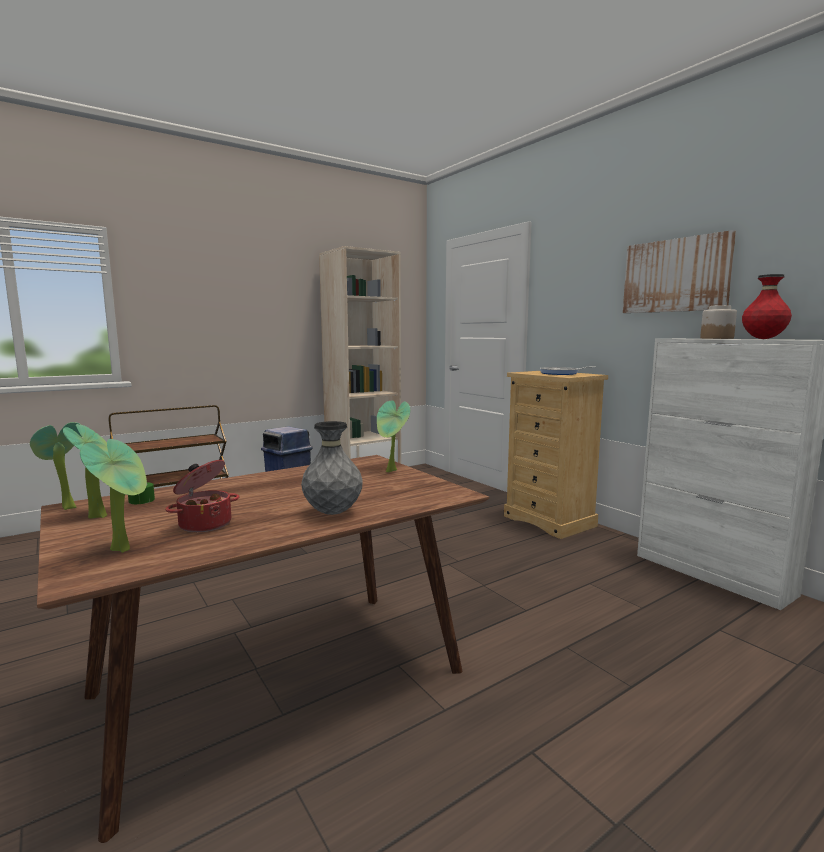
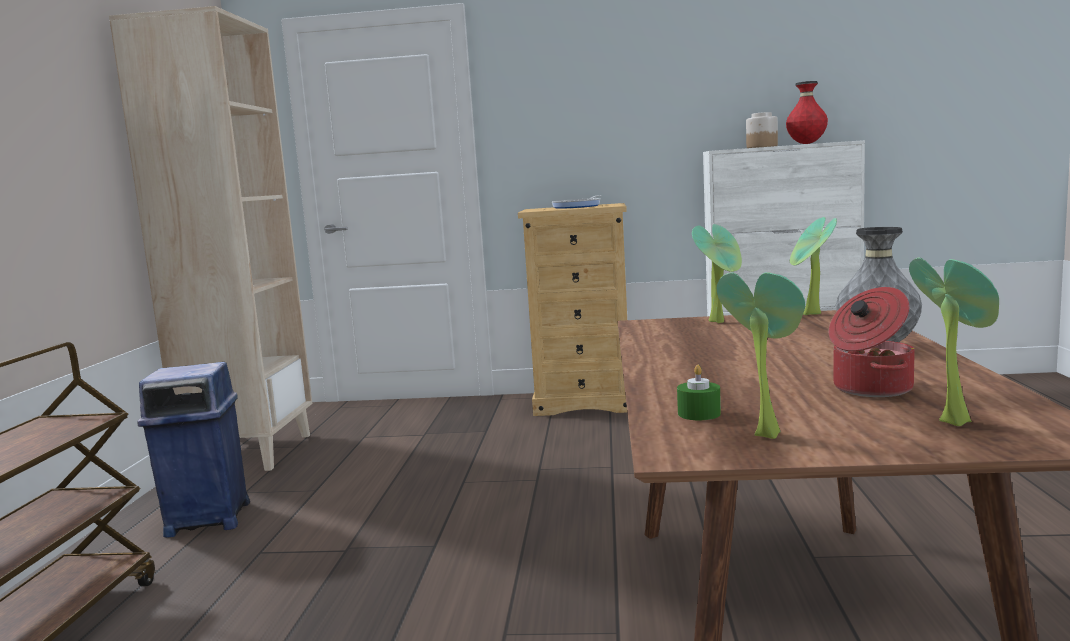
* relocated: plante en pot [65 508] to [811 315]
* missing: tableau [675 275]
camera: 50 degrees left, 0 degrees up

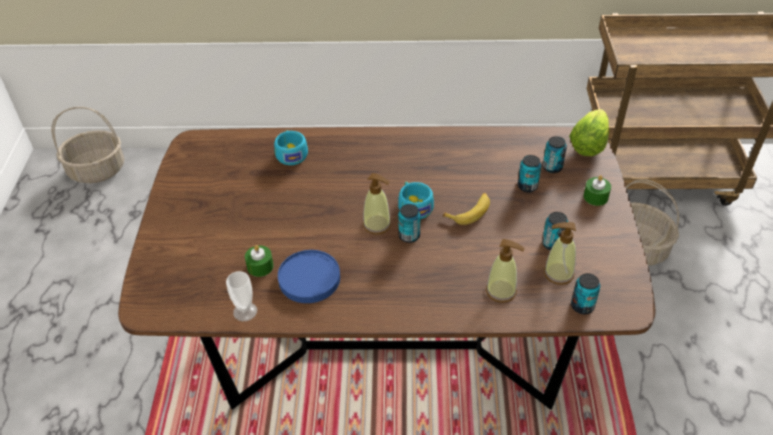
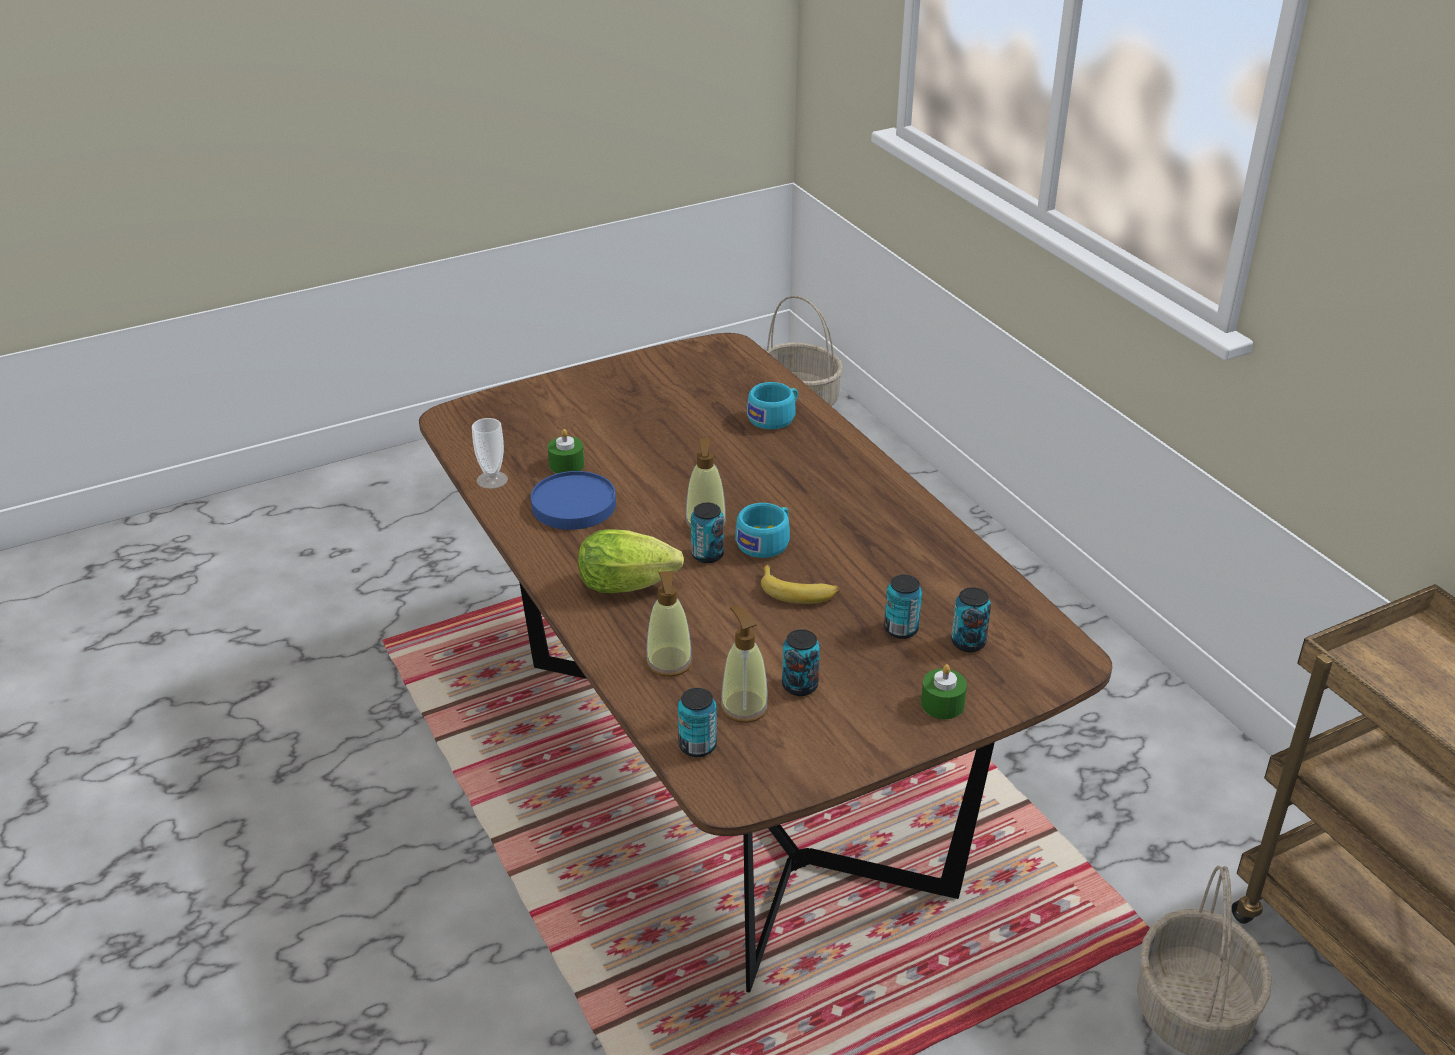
* relocated: laitue [589 143] to [632 585]
camera: 60 degrees right, 10 degrees down

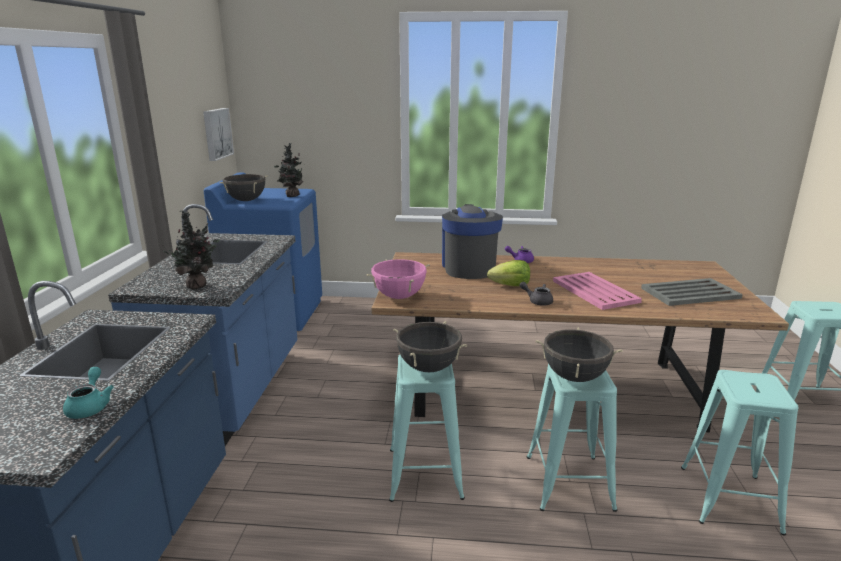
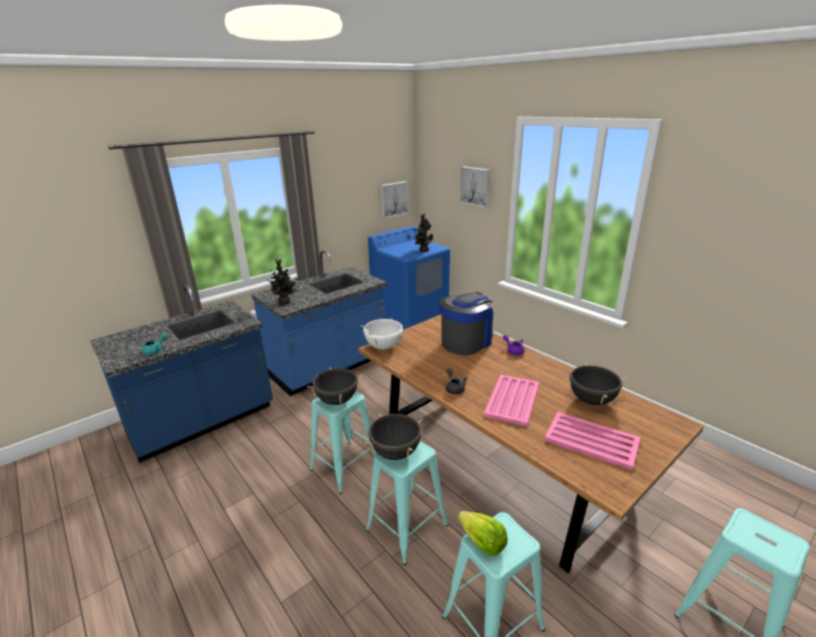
* relocated: marmite (noir) [246 200] to [591 400]
* colour: marmite (rose) [399 297] to marmite (blanc) [384 347]
* relocated: laitue [510 286] to [482 543]
* colour: plateau (gris) [689 293] to plateau (rose) [590 440]
* appeared: tableau [475 186]
camera: 45 degrees right, 5 degrees up

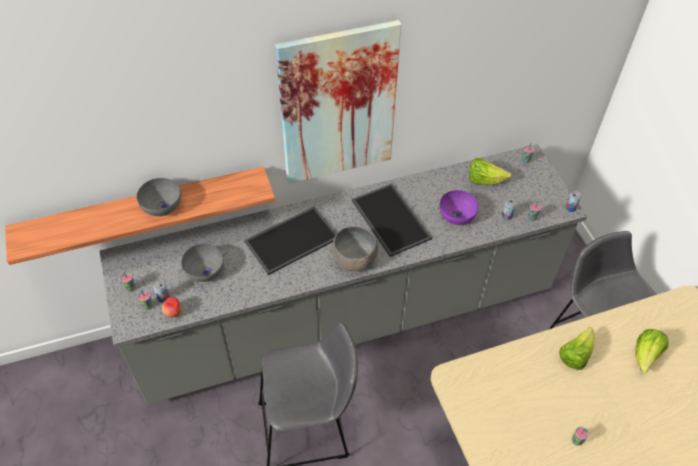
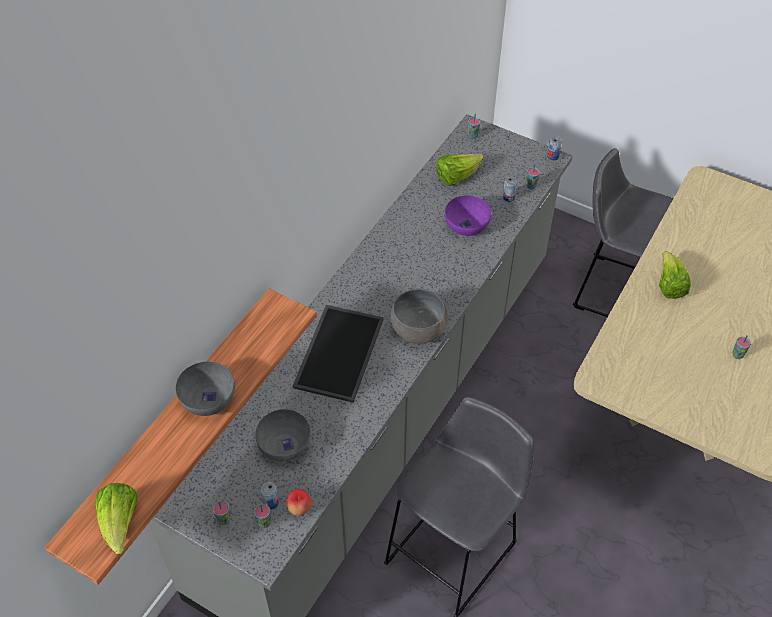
* missing: tableau [338 106]
* missing: plateau [389 219]
* relocated: laitue [645 356] to [120 524]
camera: 40 degrees left, 0 degrees up

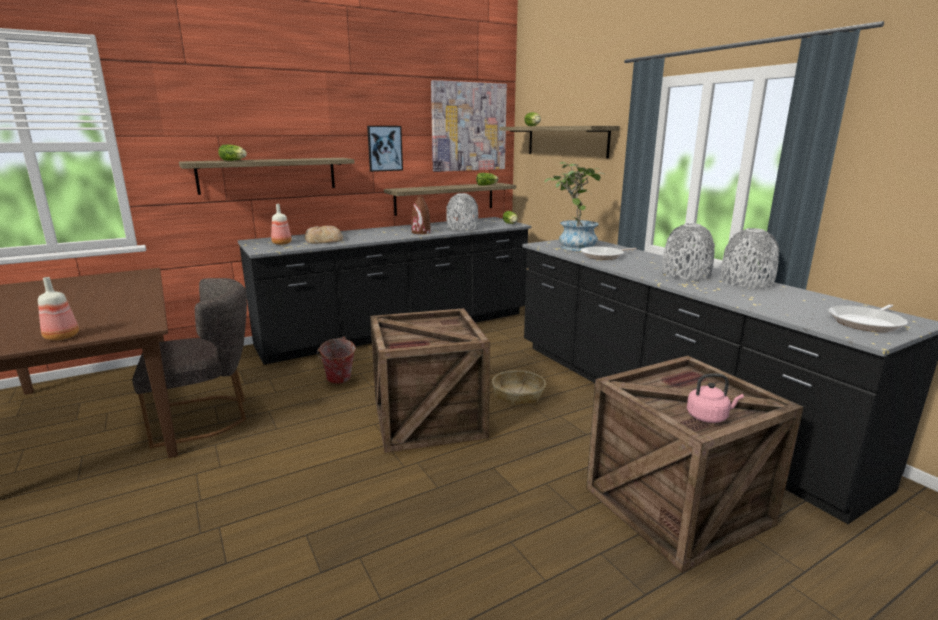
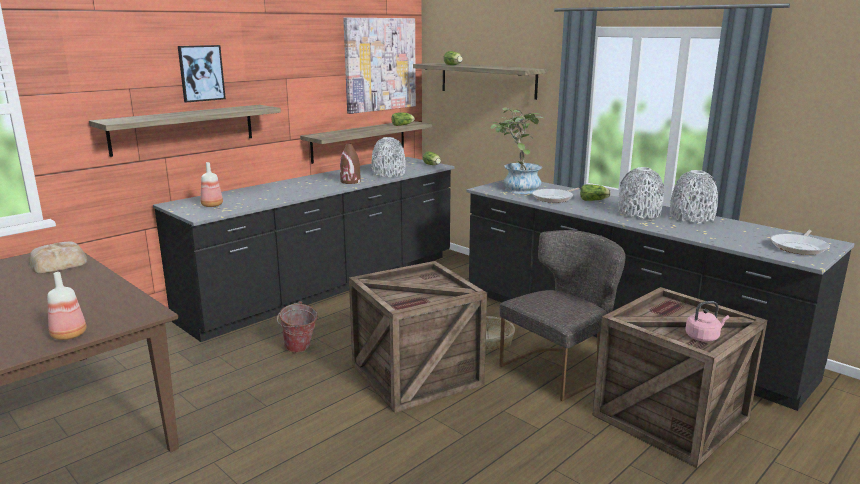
* relocated: chaise (gris) [206 417] to [560 368]
* relocated: laitue [234 160] to [594 200]
* relocated: pain [324 239] to [59 263]
* relocated: tableau [384 148] to [201 73]
camera: 15 degrees left, 0 degrees up

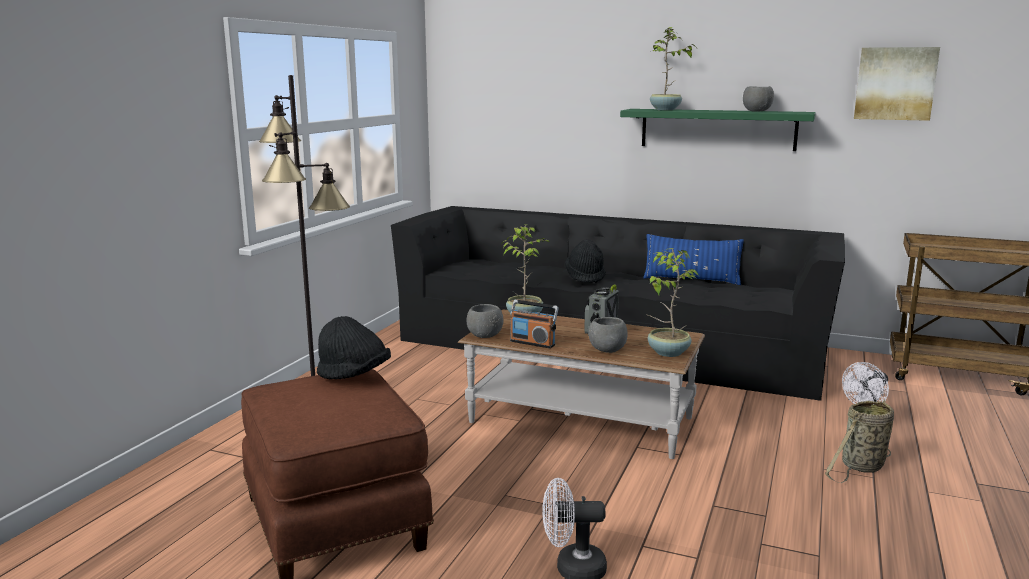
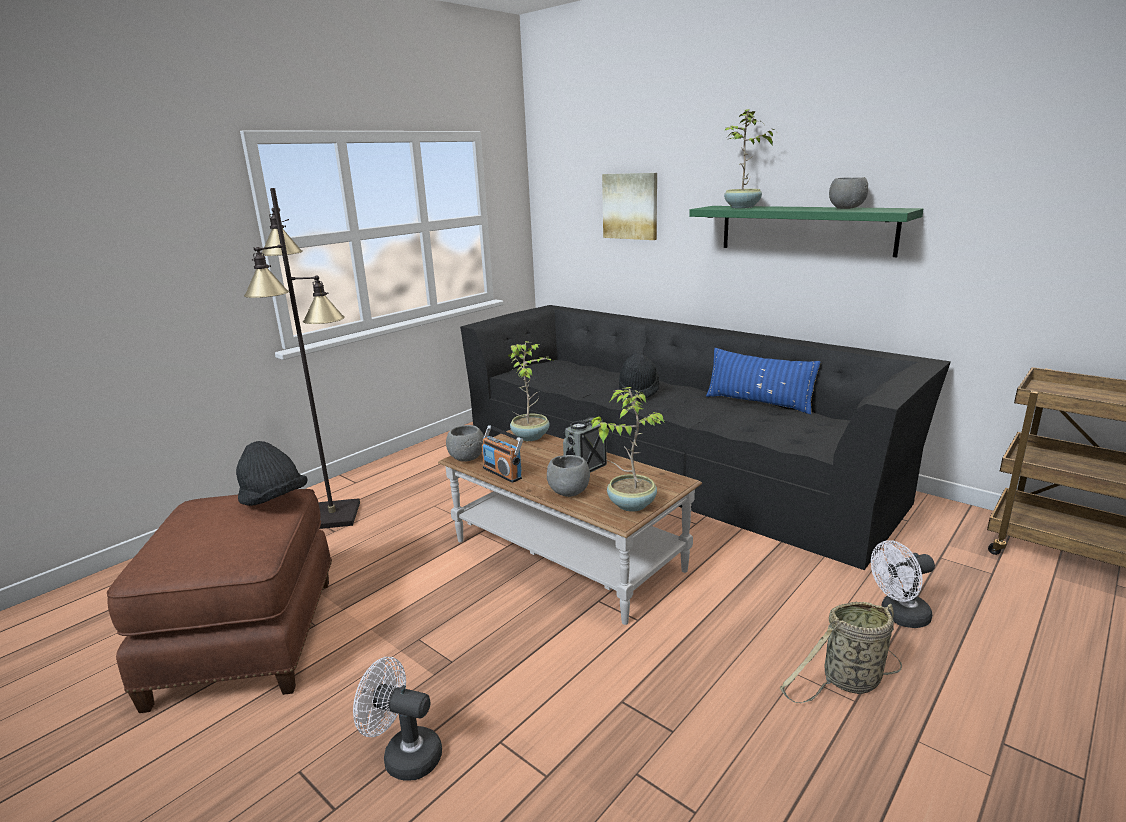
* relocated: tableau [895 83] to [630 206]
camera: 20 degrees right, 5 degrees up

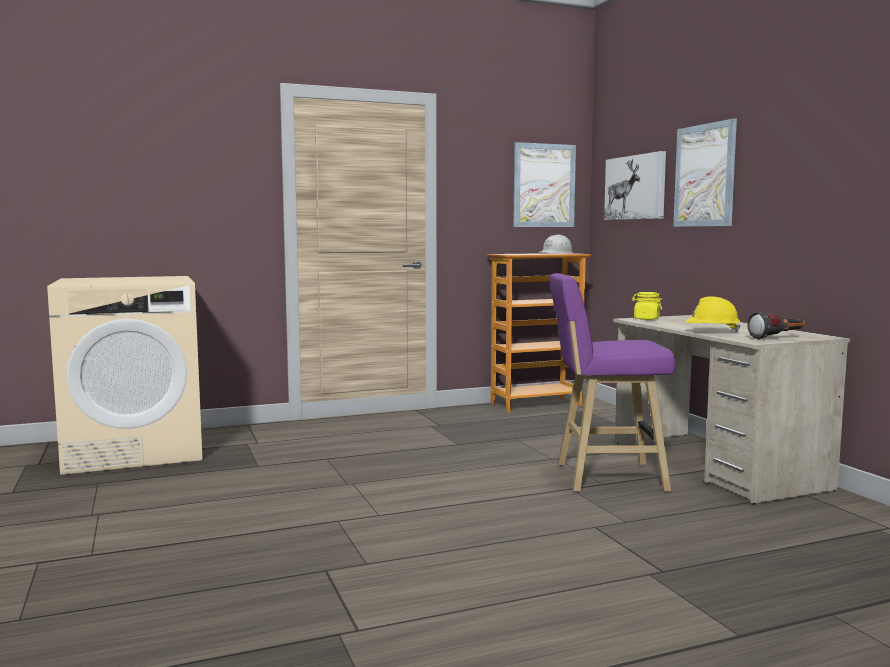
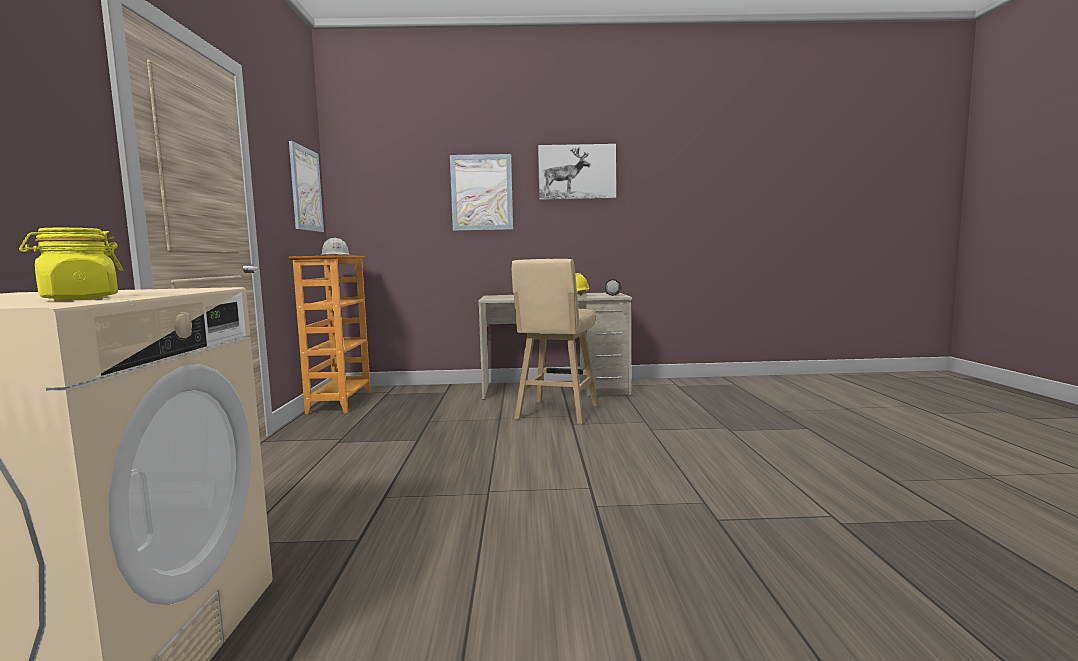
* colour: tabouret (violet) [604 477] to tabouret (beige) [556 413]
* relocated: tableau [635 187] to [577 172]
* relocated: bocal (jaune) [646 319] to [78 298]
camera: 70 degrees left, 0 degrees up

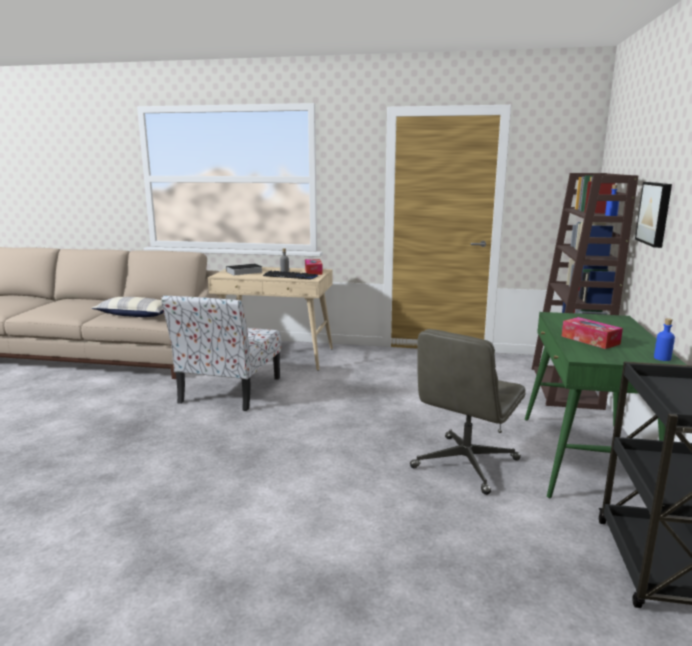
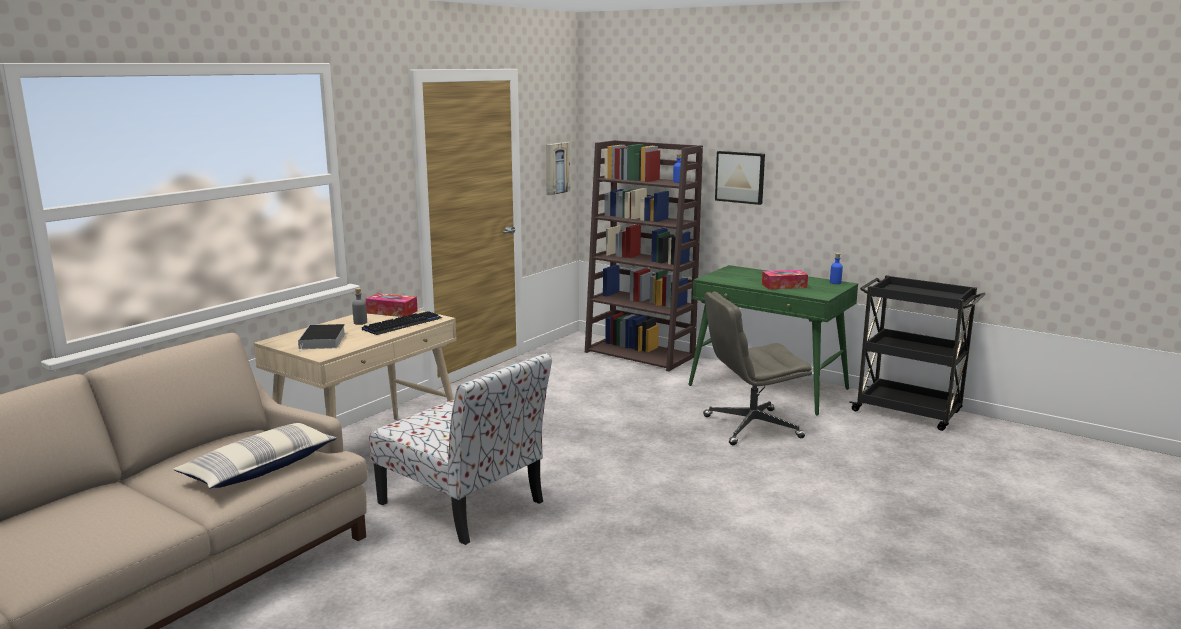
* spun: chaise de bureau (gris) [465 464] = [751 427] 105 degrees clockwise
* appeared: tableau [556 168]
camera: 65 degrees left, 0 degrees up

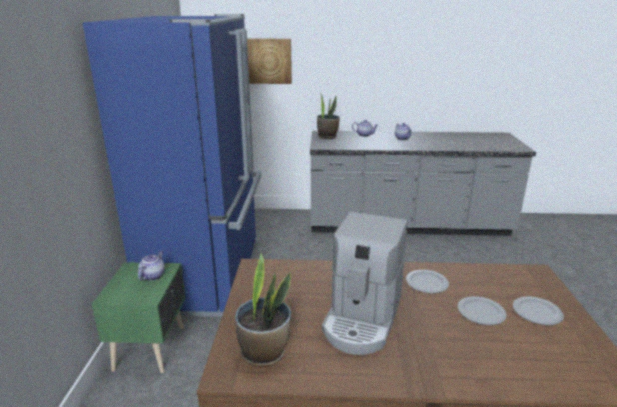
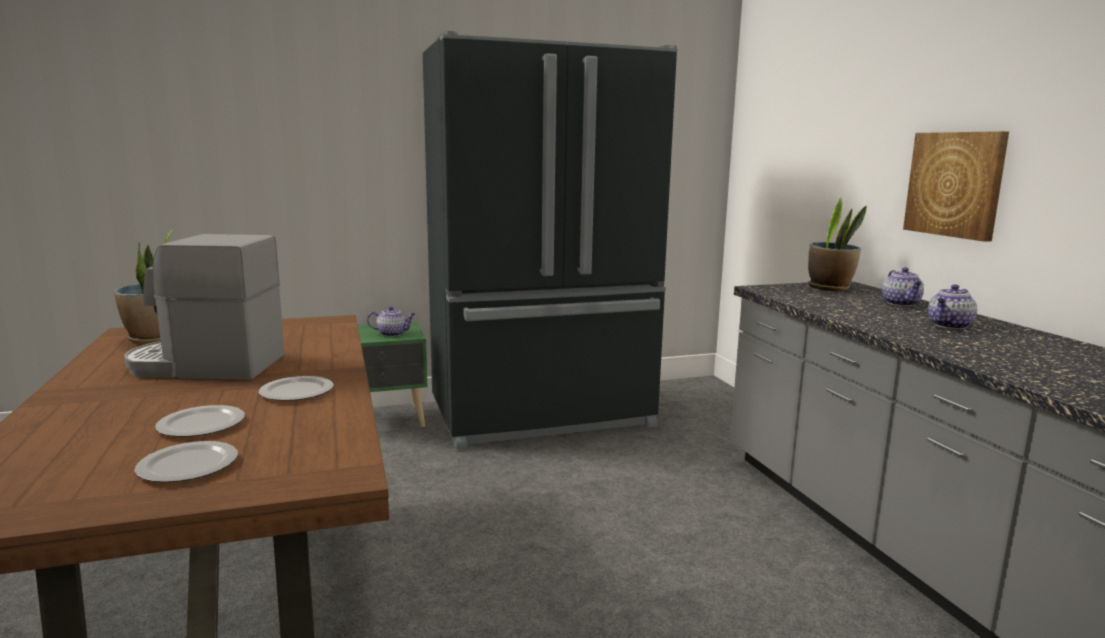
* colour: réfrigérateur (bleu) [209 274] to réfrigérateur (noir) [543 415]
* relocated: tableau [269 61] to [955 184]
camera: 70 degrees right, 10 degrees down

